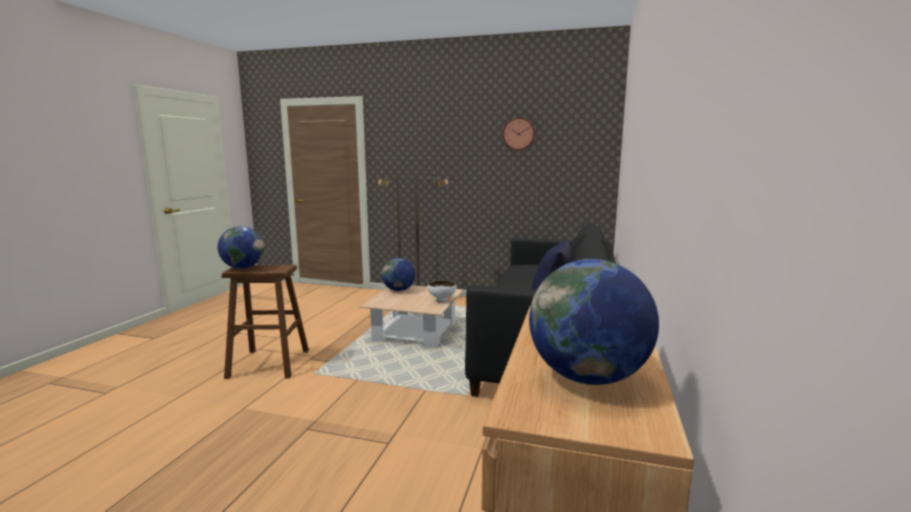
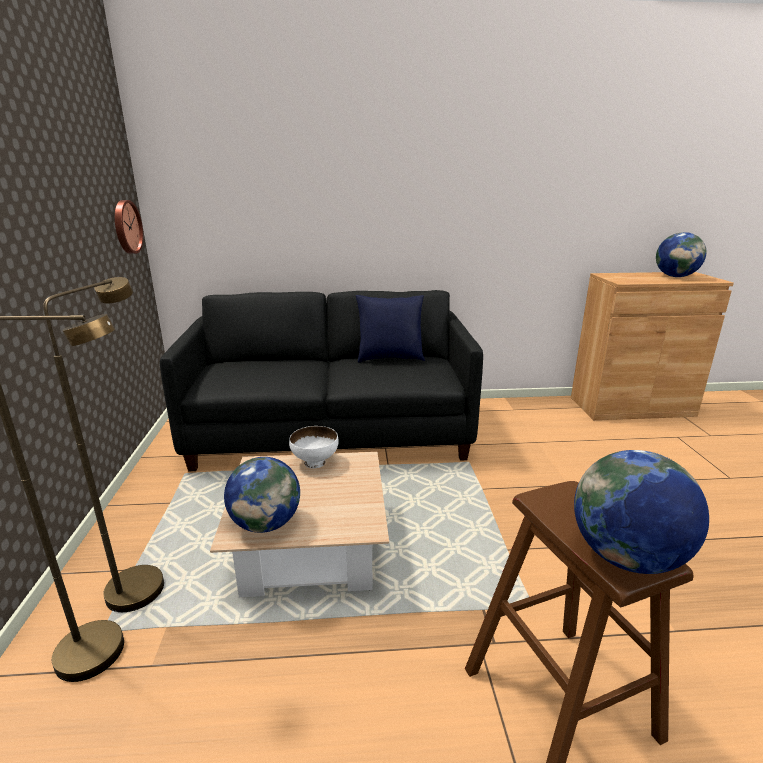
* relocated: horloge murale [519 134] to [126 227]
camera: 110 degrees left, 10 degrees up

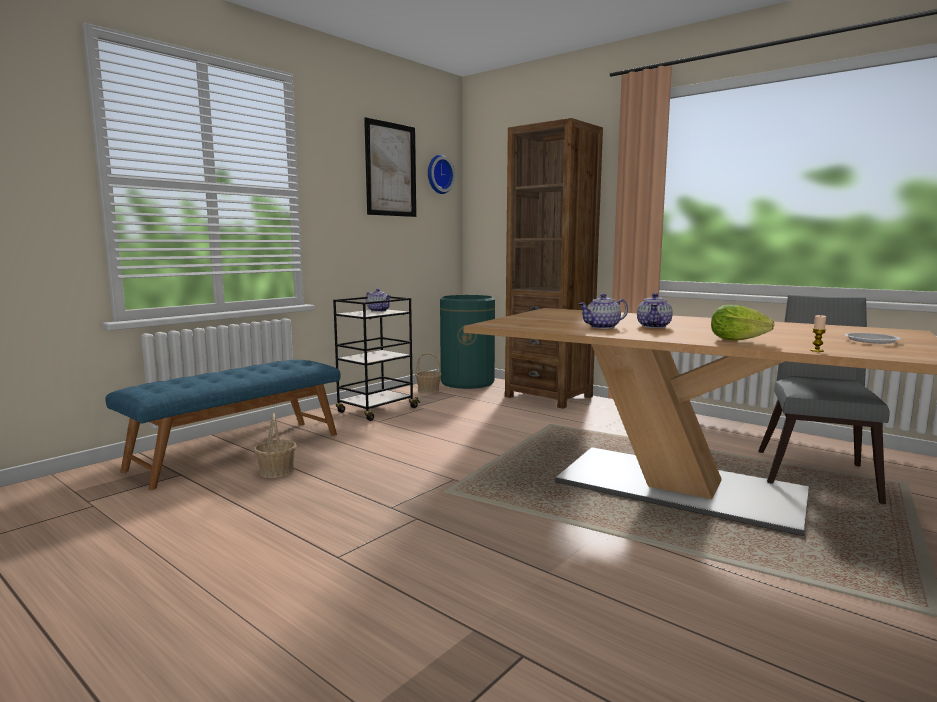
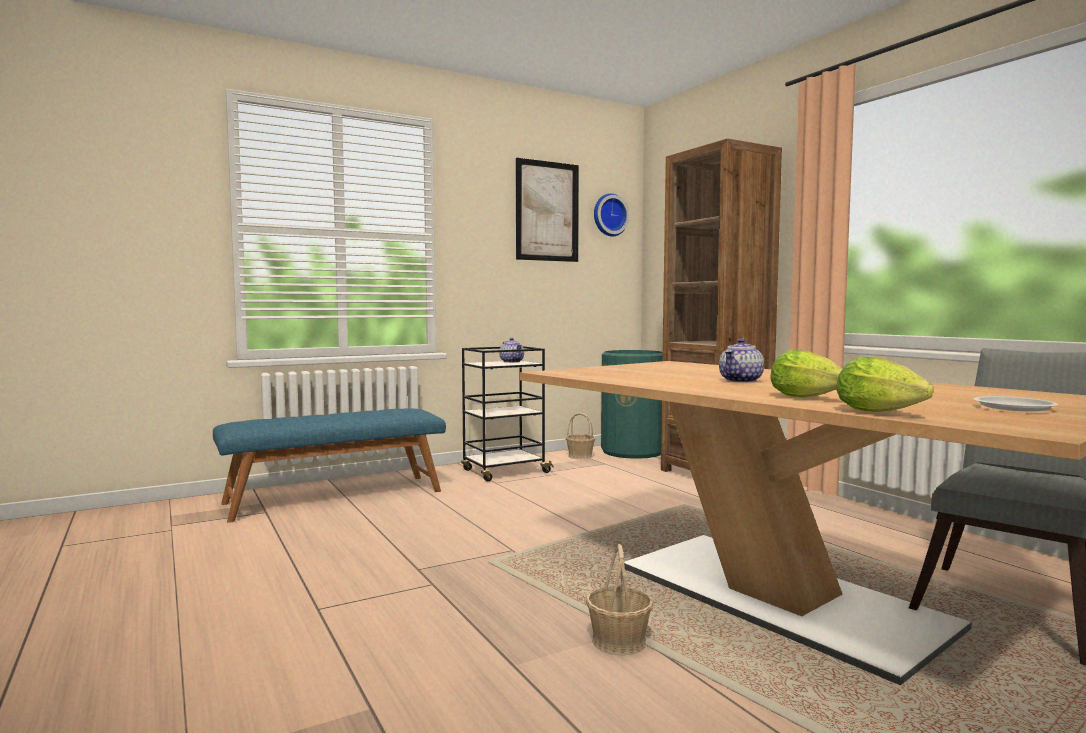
* relocated: panier [277 471] to [619 641]
* missing: théière [602 327]
* exchanged: bougie [817 351] to laitue [883 413]
camera: 20 degrees right, 5 degrees down

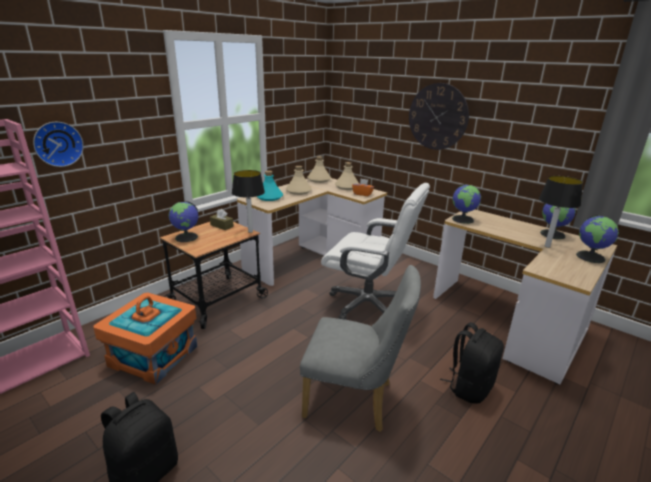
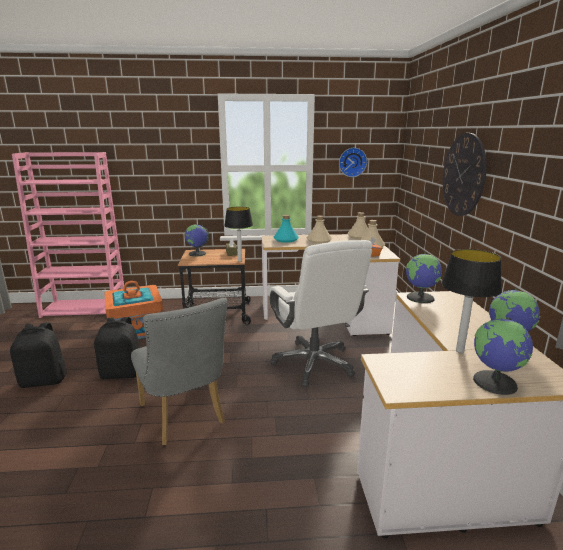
* relocated: horloge murale [57 144] to [352 162]
* relocated: sac à dos (noir) [469 387] to [122 373]
camera: 45 degrees right, 5 degrees down

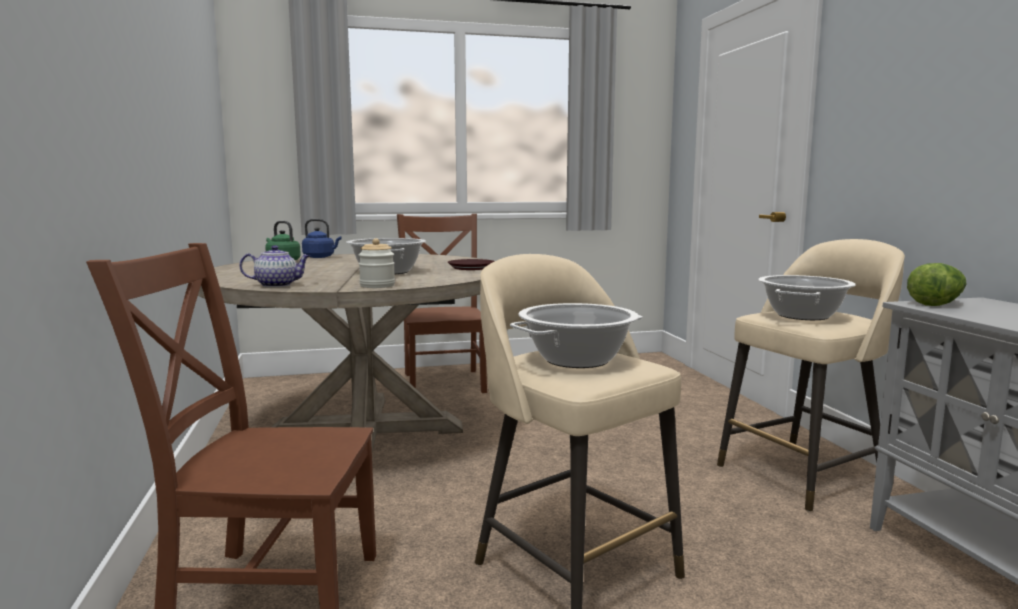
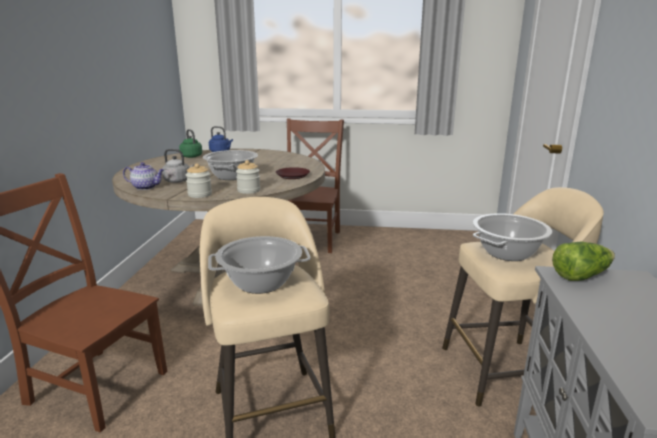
* appeared: bouilloire (gris) [178 181]
* appeared: bocal [248 190]
camera: 20 degrees right, 10 degrees up

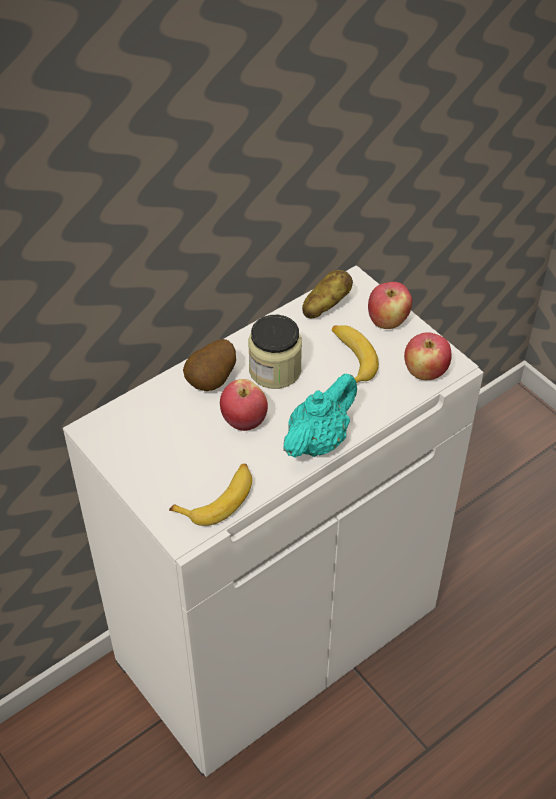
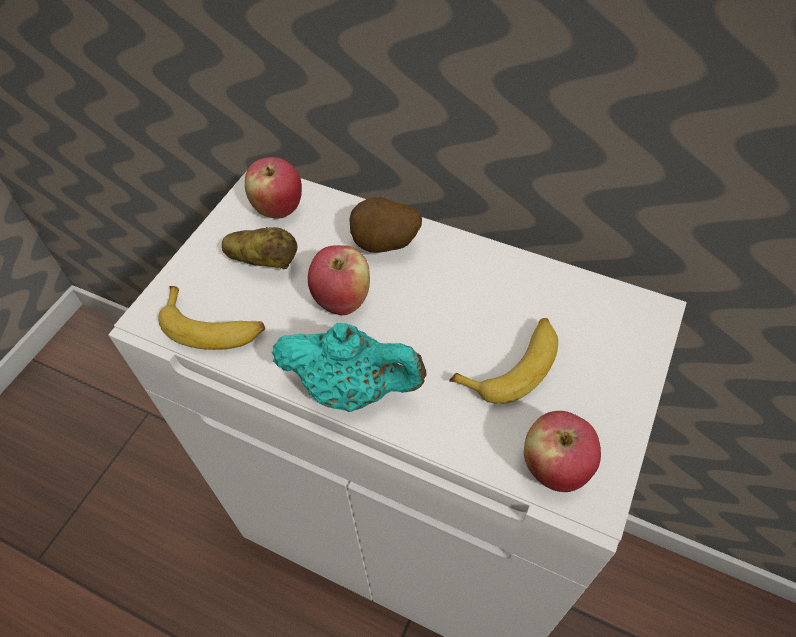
* missing: bocal [275 370]
* relocated: pomme de terre [325 306] to [264 261]
* relocated: pomme [387 321] to [278 209]
camera: 65 degrees right, 5 degrees up

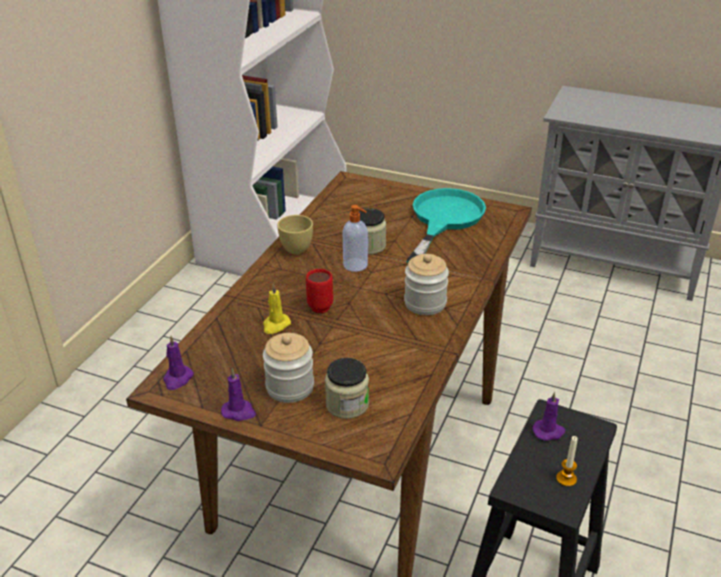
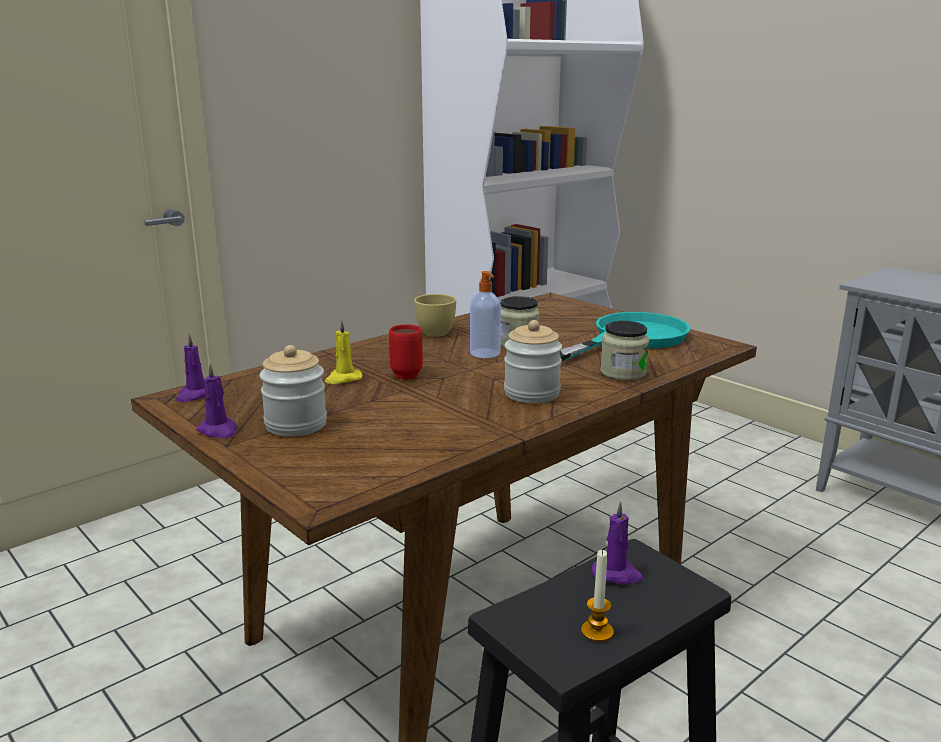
* relocated: bocal [347 404] to [623 373]
camera: 25 degrees right, 15 degrees down

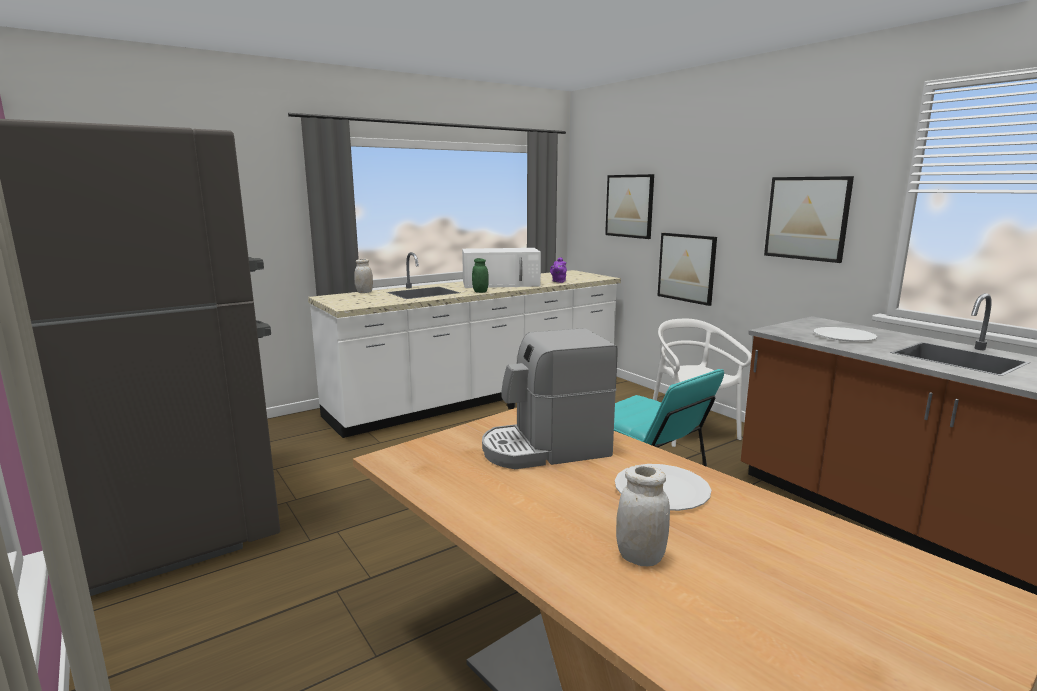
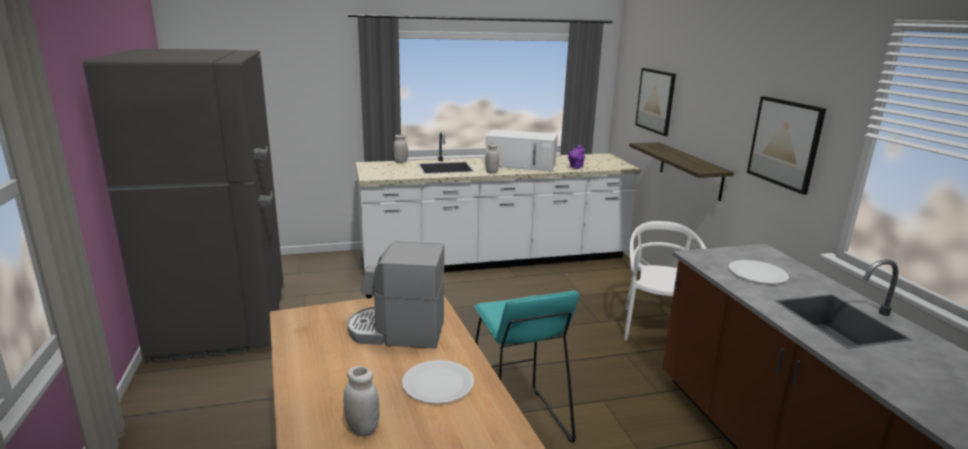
* colour: bocal (vert) [480 292] to bocal (blanc) [492 172]
* exchanged: tableau [686 267] to étagère [690 170]
camera: 20 degrees right, 5 degrees up

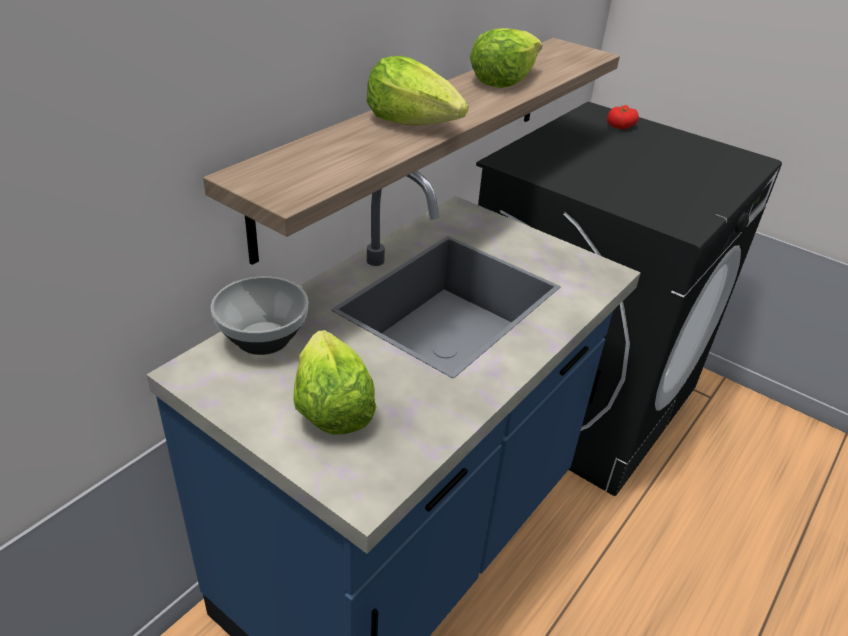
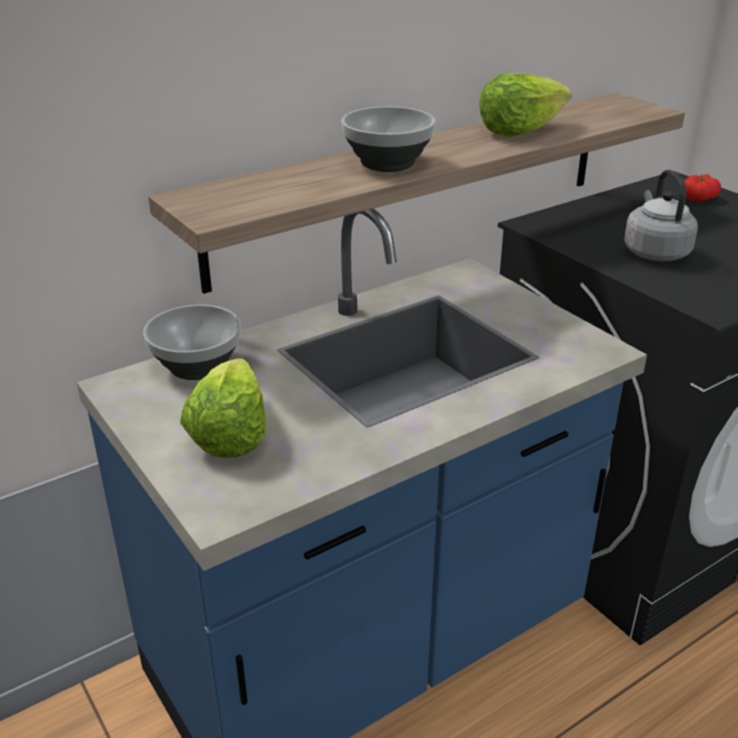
* exchanged: laitue [413 122] to bol [388 163]
* appeared: bouilloire (gris) [654 251]
camera: 20 degrees right, 5 degrees down

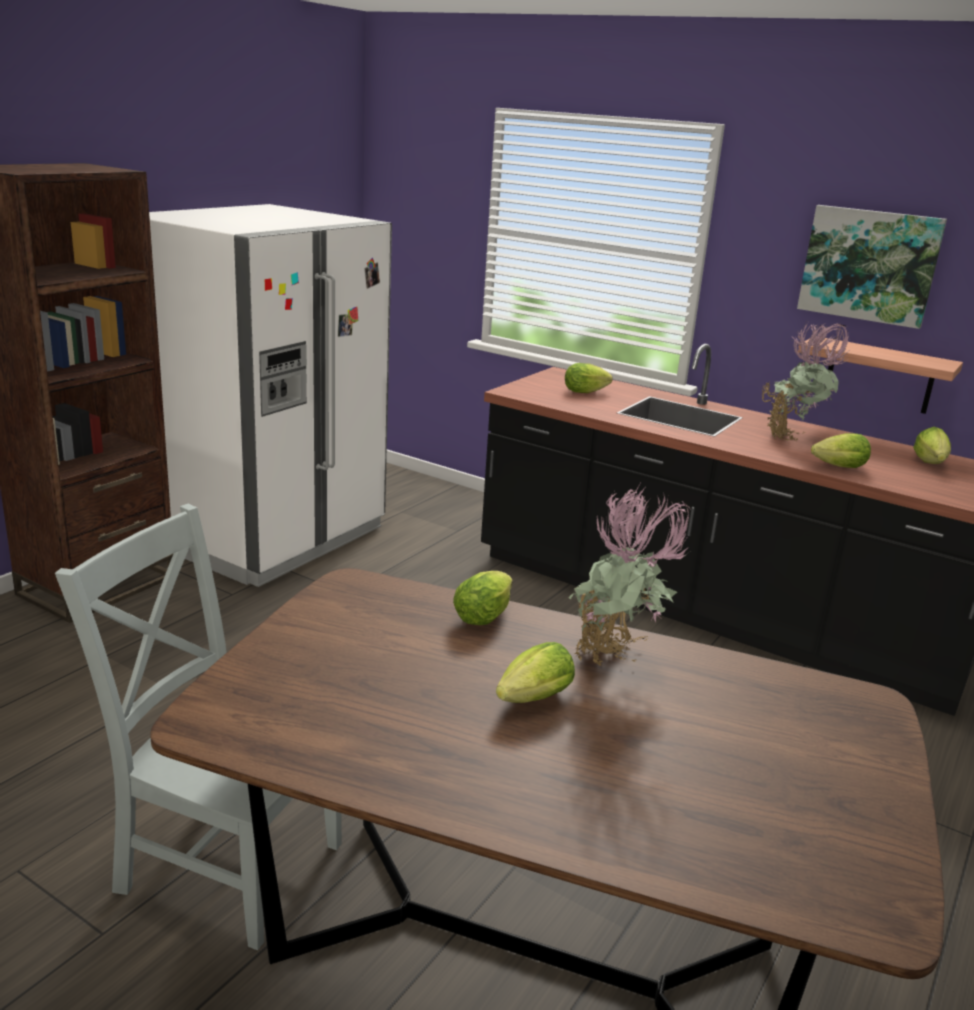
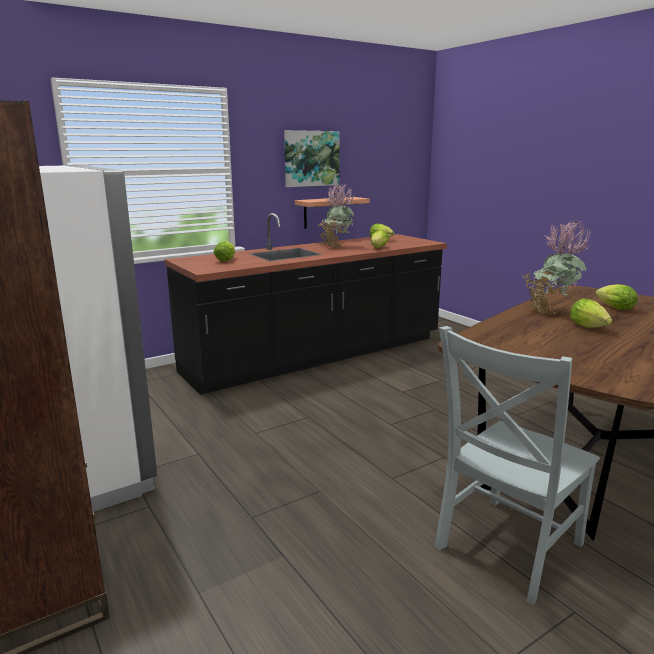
* relocated: laitue [485 615] to [613 307]
camera: 65 degrees left, 5 degrees down

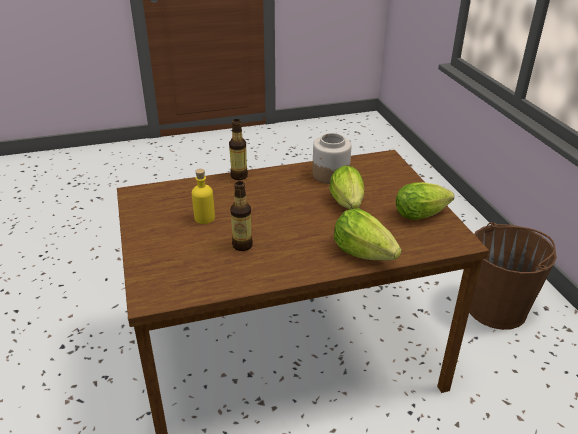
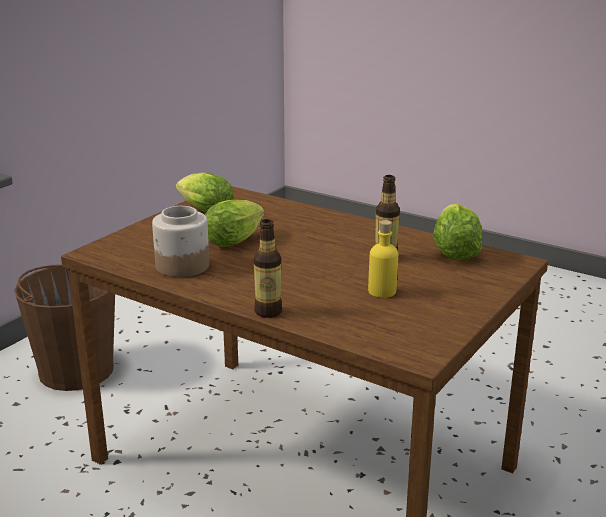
* relocated: laitue [363 253] to [454 252]
camera: 130 degrees left, 10 degrees down

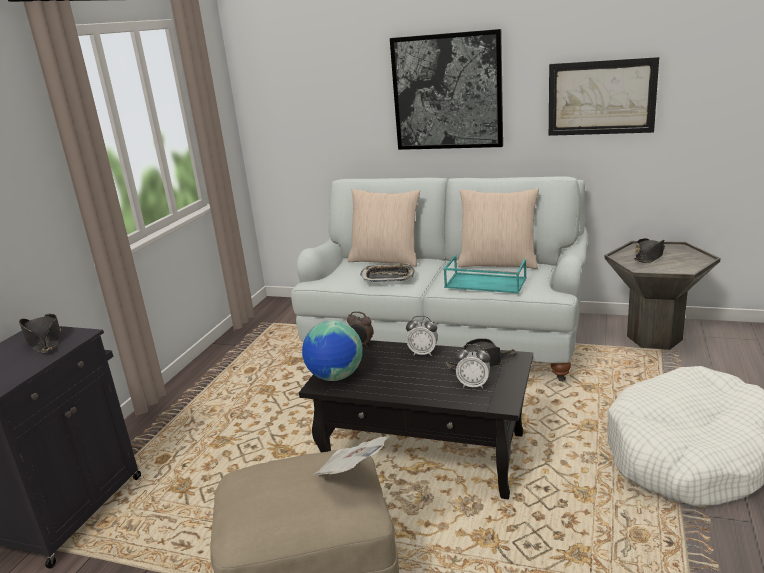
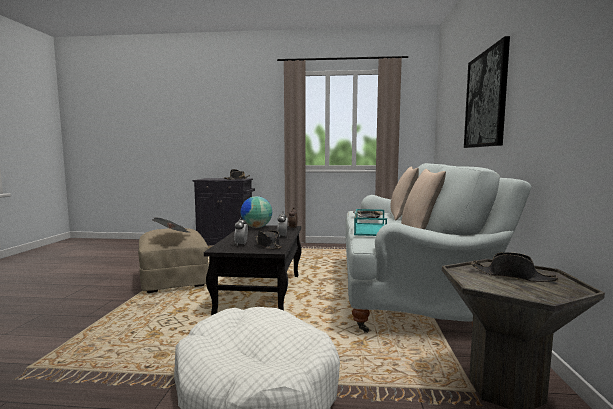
* missing: tableau [601 97]
camera: 75 degrees right, 15 degrees down

